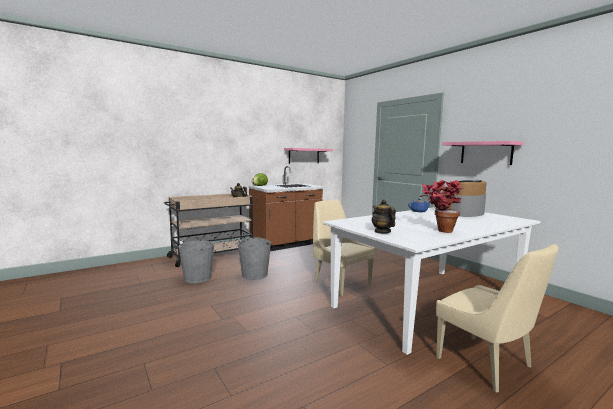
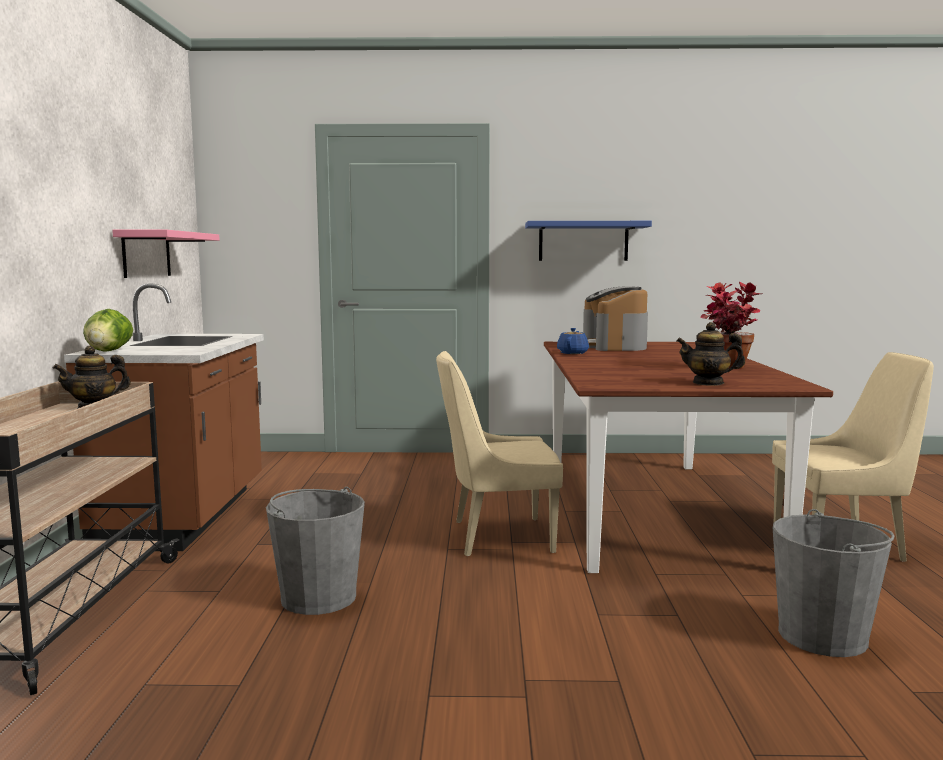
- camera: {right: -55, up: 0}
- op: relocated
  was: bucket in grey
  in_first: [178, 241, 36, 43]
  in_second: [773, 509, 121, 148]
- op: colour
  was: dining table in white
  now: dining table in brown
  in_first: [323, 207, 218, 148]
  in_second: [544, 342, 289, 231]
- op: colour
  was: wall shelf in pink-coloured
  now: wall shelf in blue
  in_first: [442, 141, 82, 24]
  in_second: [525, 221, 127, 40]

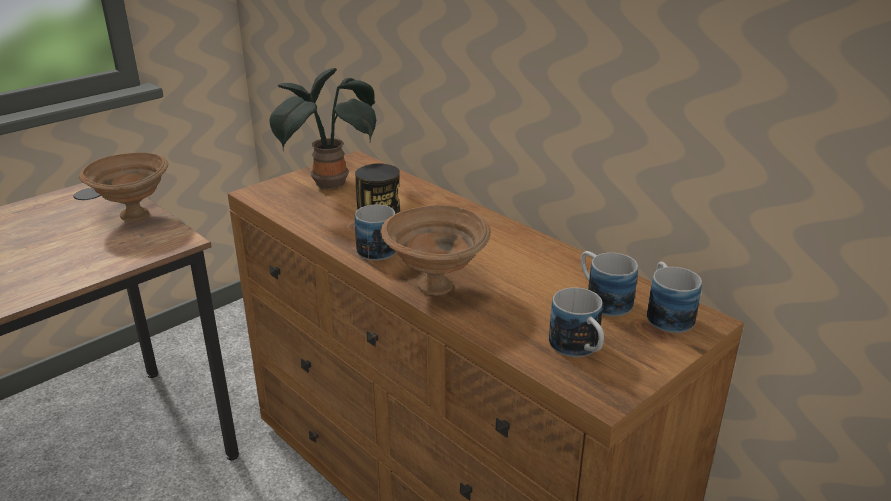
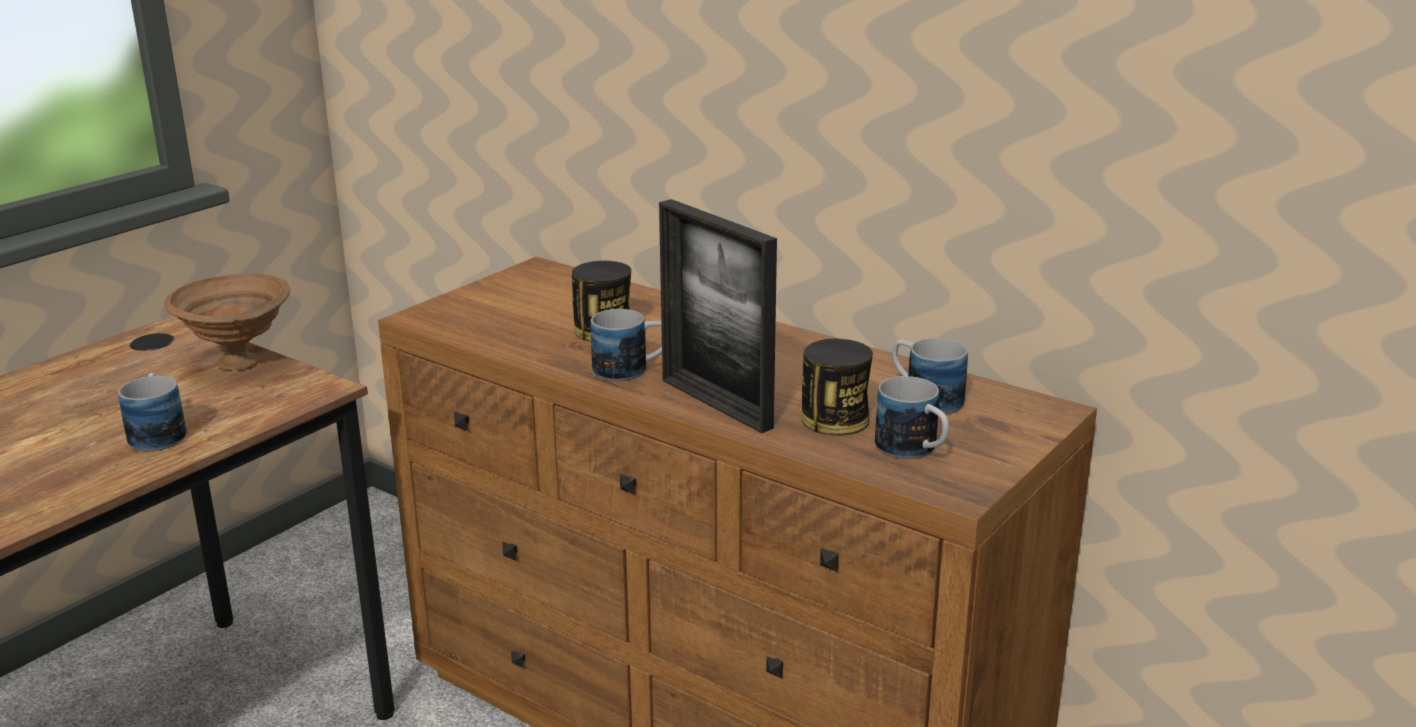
- camera: {right: -10, up: -5}
- op: missing
  was: houseplant
  in_first: [269, 68, 107, 122]
- op: exchanged
  was: deep dish in brown
  now: photo frame
  in_first: [380, 205, 111, 90]
  in_second: [659, 199, 118, 234]
- op: relocated
  was: coffee mug
  in_first: [647, 262, 55, 71]
  in_second: [118, 373, 69, 78]
- op: appeared
  now: sealed can
  in_second: [802, 339, 71, 97]

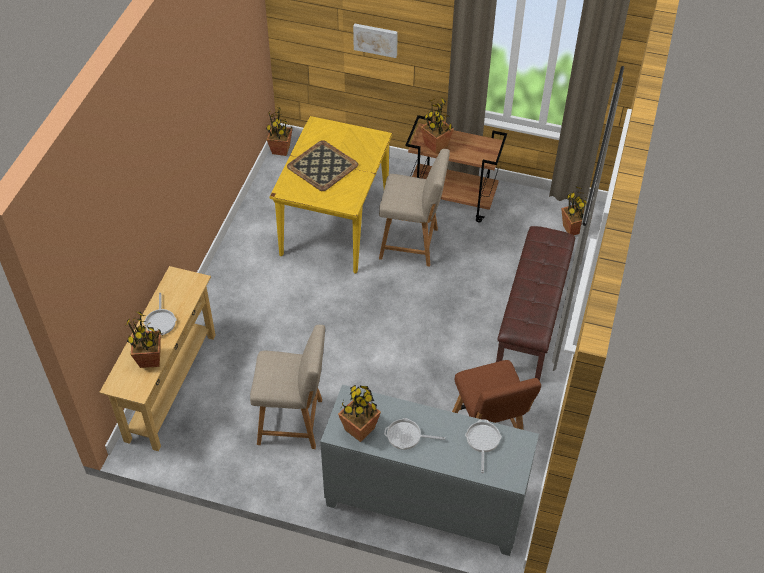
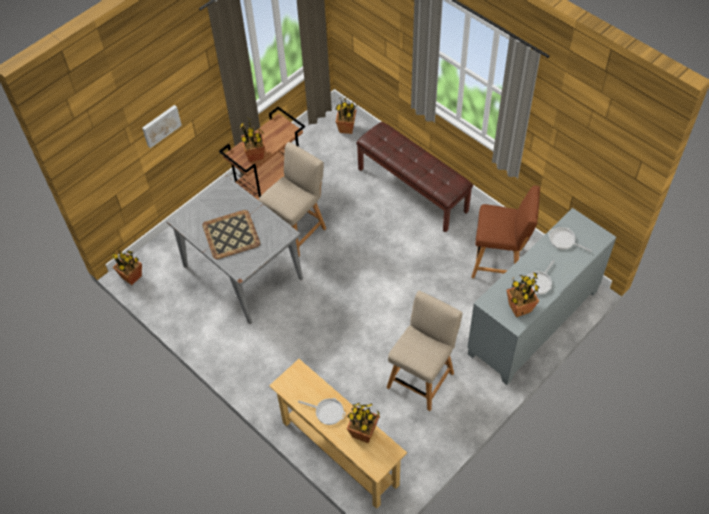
- camera: {right: -60, up: 5}
- op: colour
  was: dining table in yellow-coloured
  now: dining table in grey
  in_first: [269, 116, 123, 157]
  in_second: [166, 175, 137, 149]

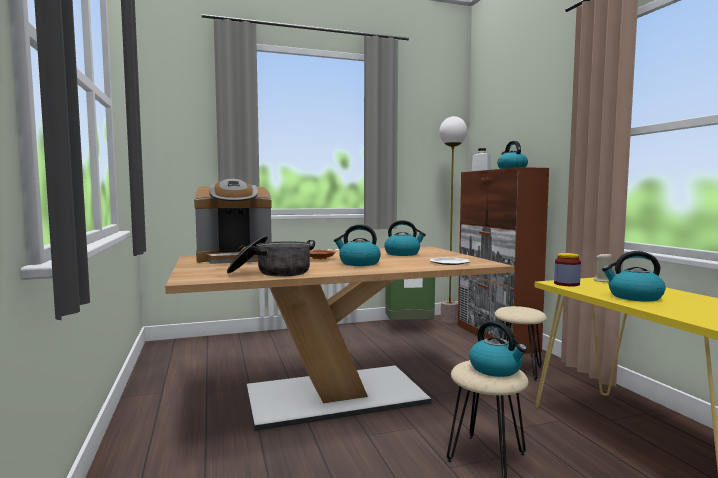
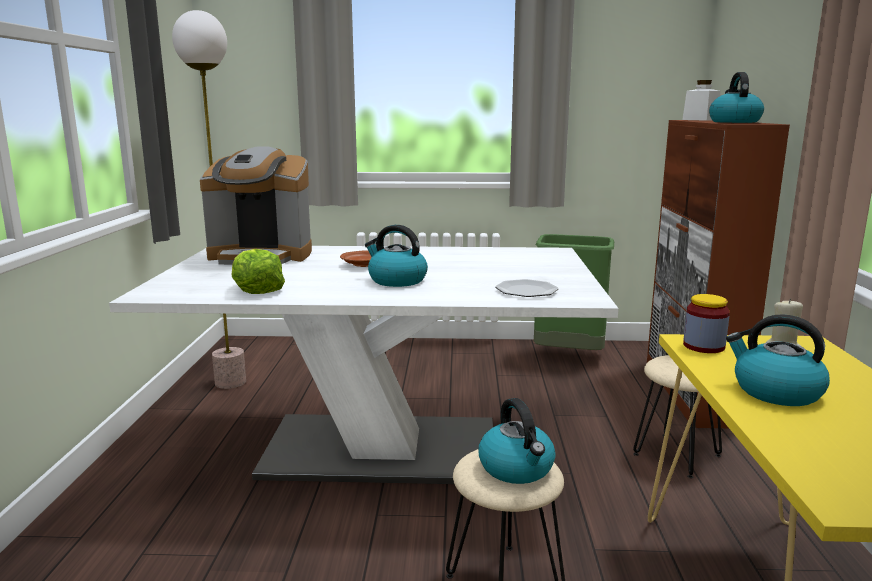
- camera: {right: 20, up: 10}
- op: colour
  was: dining table in brown
  now: dining table in white
  in_first: [165, 246, 350, 185]
  in_second: [109, 246, 510, 238]
- op: exchanged
  was: cooking pot
  now: lettuce
  in_first: [227, 236, 88, 41]
  in_second: [232, 249, 53, 45]
- op: missing
  was: tea kettle
  in_first: [384, 220, 42, 36]
- op: relocated
  was: standard lamp
  in_first: [439, 116, 28, 208]
  in_second: [172, 10, 74, 379]

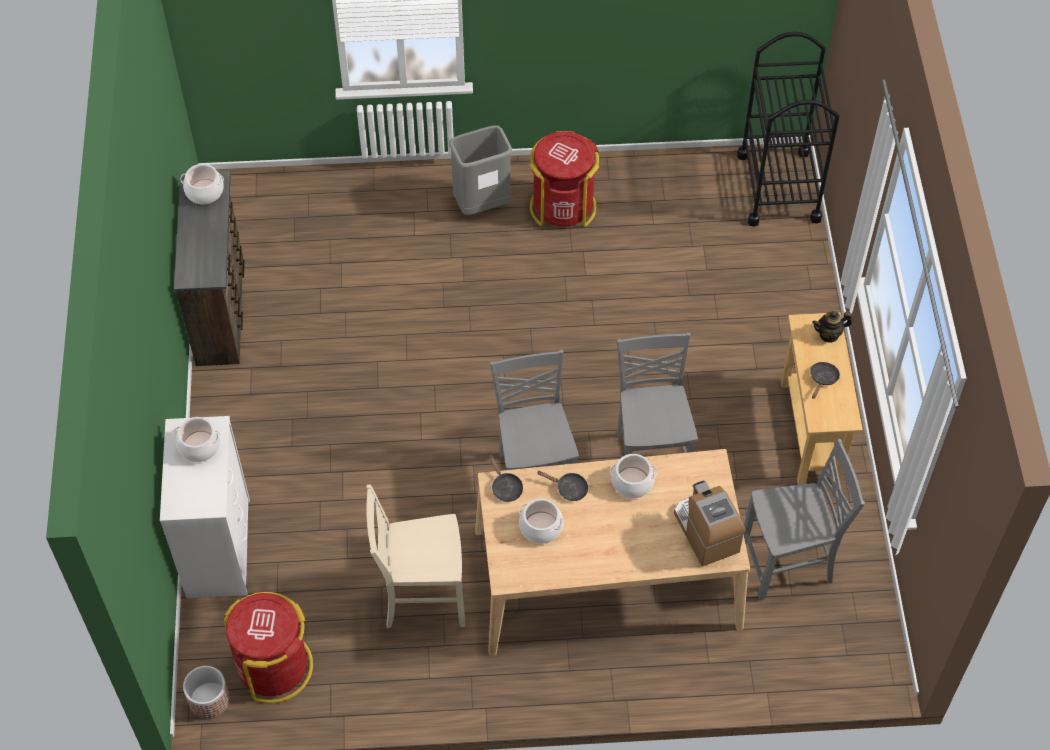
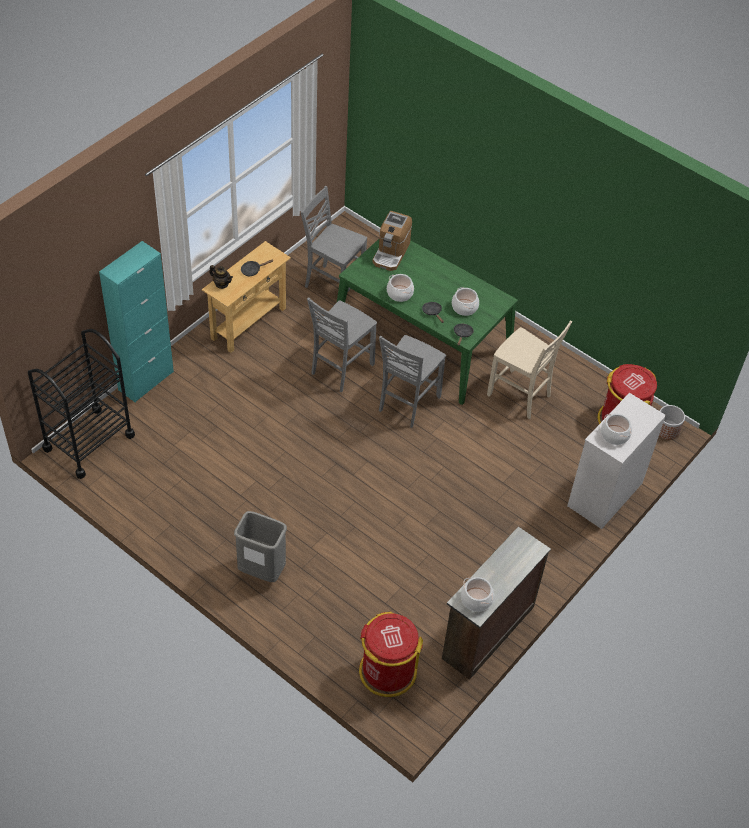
- camera: {right: -140, up: -5}
- op: colour
  was: dining table in sand-coloured
  now: dining table in green-coloured
  in_first: [475, 449, 275, 207]
  in_second: [337, 239, 181, 166]
- op: relocated
  was: trash can in reddish
  in_first: [529, 131, 70, 96]
  in_second: [359, 612, 64, 85]
- op: appeared
  now: cabinet in turquoise
  in_second: [99, 241, 75, 161]

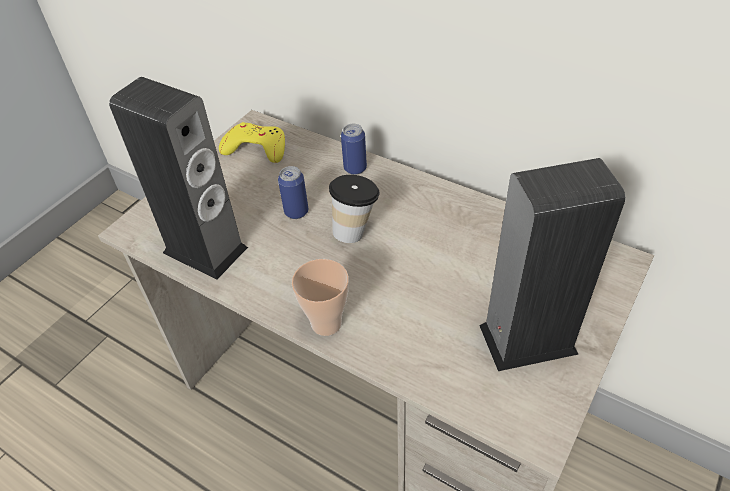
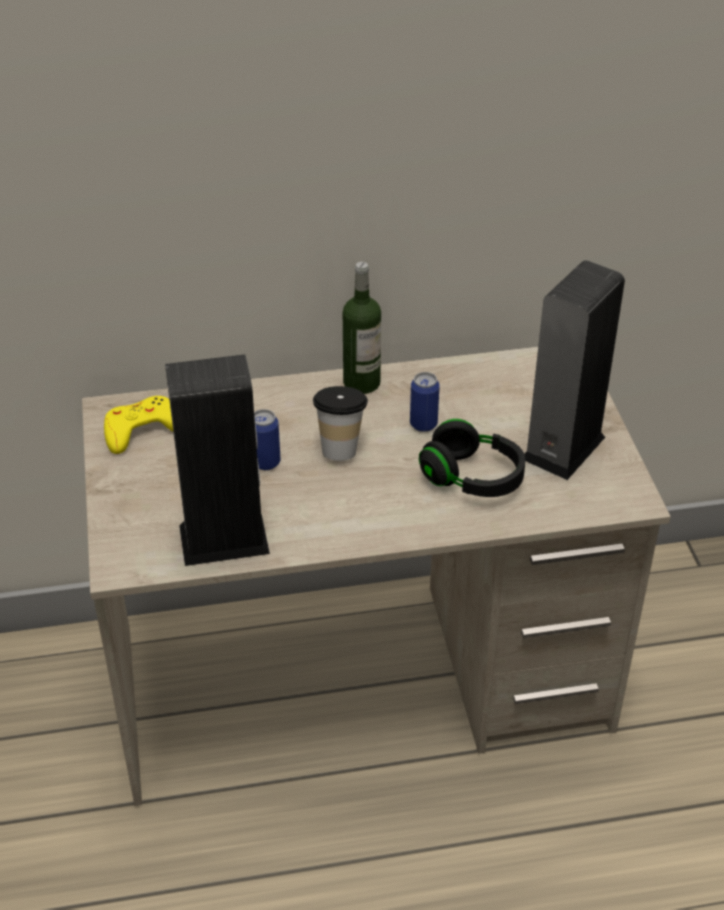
- camera: {right: -45, up: -5}
- op: missing
  was: drinking cup
  in_first: [292, 259, 57, 77]
- op: relocated
  was: sealed can
  in_first: [341, 124, 26, 51]
  in_second: [410, 372, 30, 60]
- op: appeared
  now: drink bottle
  in_second: [343, 262, 38, 132]
- op: appeared
  now: headset in black-coloured
  in_second: [419, 419, 106, 78]

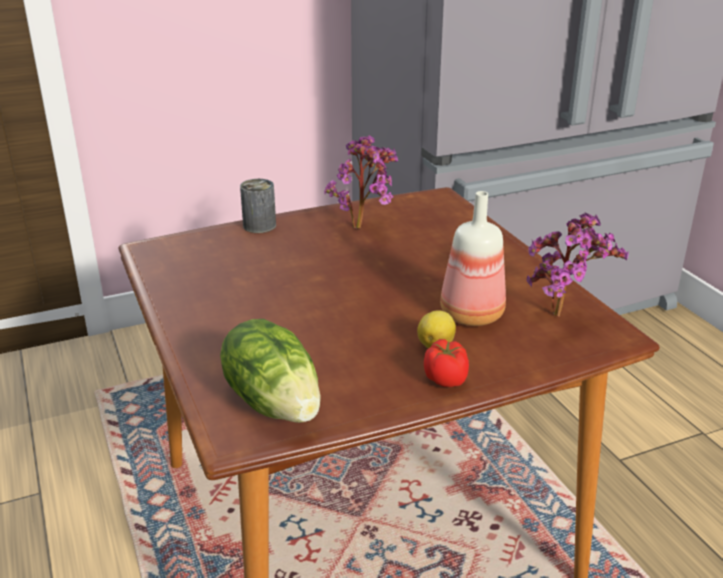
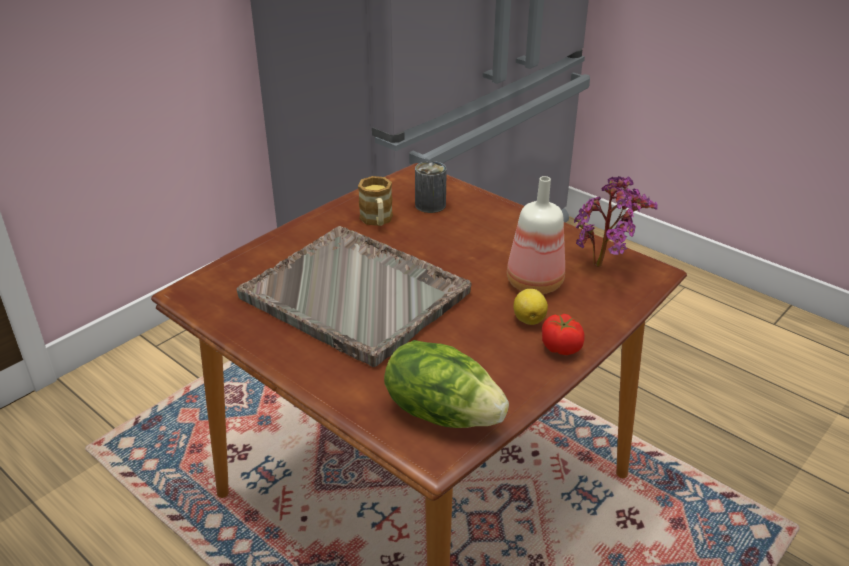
- camera: {right: -25, up: 5}
- op: relocated
  was: sealed can
  in_first: [240, 179, 36, 54]
  in_second: [415, 161, 32, 52]
- op: exchanged
  was: houseplant
  now: coffee mug
  in_first: [324, 135, 74, 94]
  in_second: [358, 176, 35, 50]
- op: appeared
  now: carrying tray in grey
  in_second: [236, 226, 235, 141]

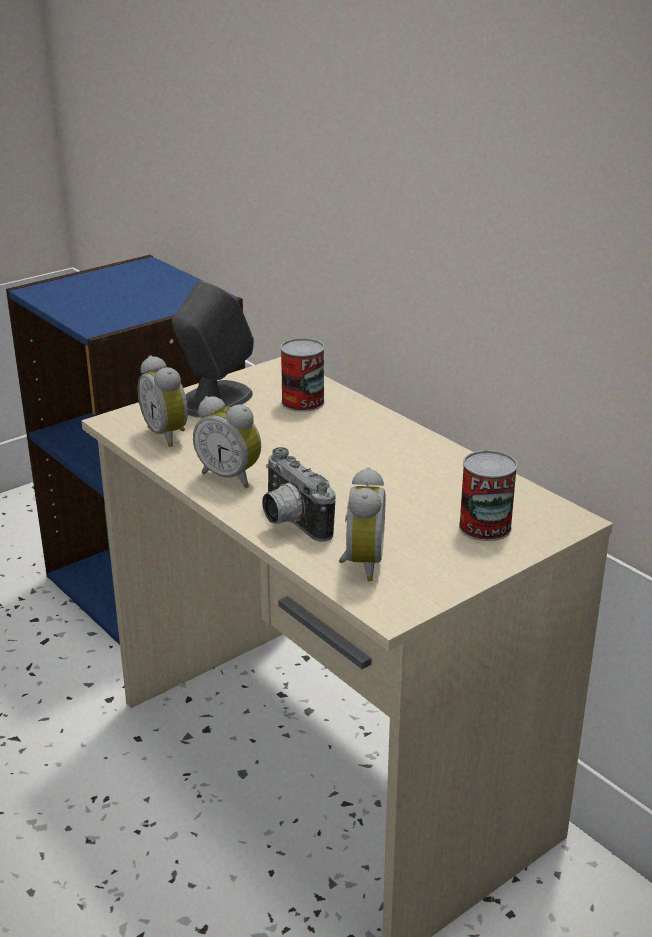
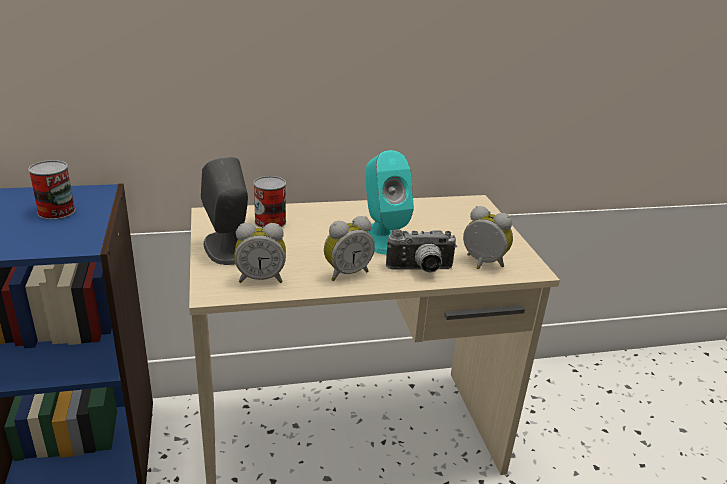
- camera: {right: -65, up: 0}
- op: relocated
  was: sealed can
  in_first: [459, 450, 59, 91]
  in_second: [28, 160, 47, 60]
- op: appeared
  now: loudspeaker in turquoise
  in_second: [365, 150, 49, 105]

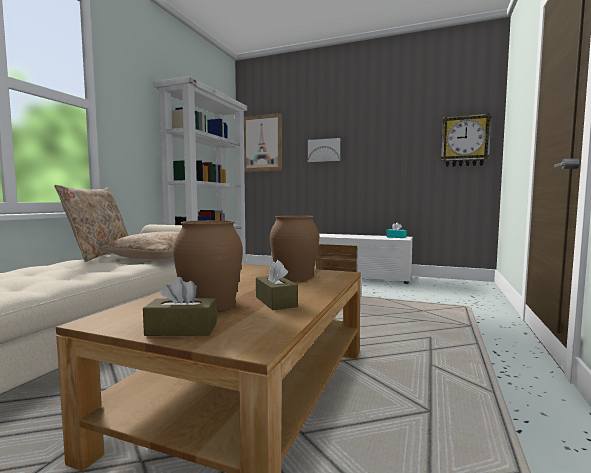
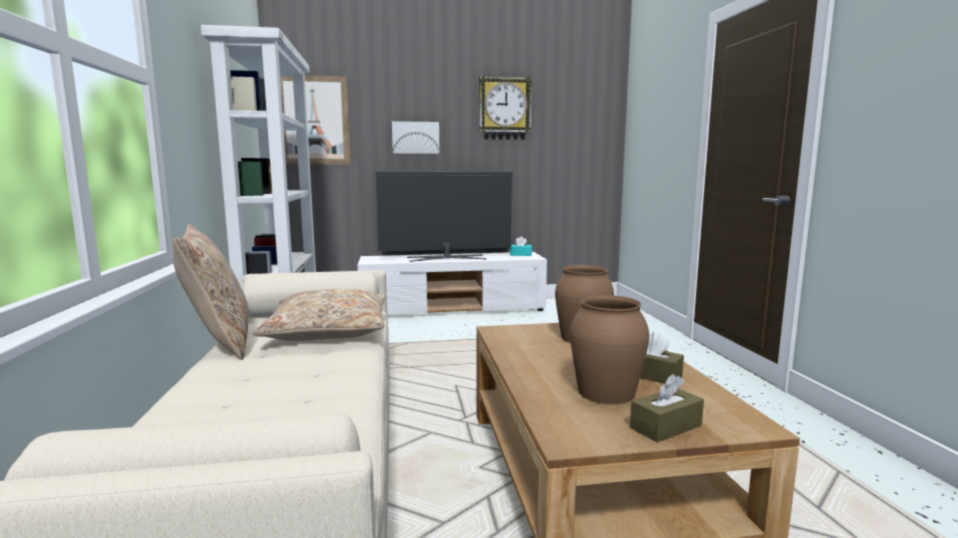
- camera: {right: -30, up: 5}
- op: relocated
  was: clock on the wall
  in_first: [441, 113, 51, 54]
  in_second: [479, 76, 53, 64]
- op: appeared
  now: TV
  in_second: [376, 171, 136, 91]

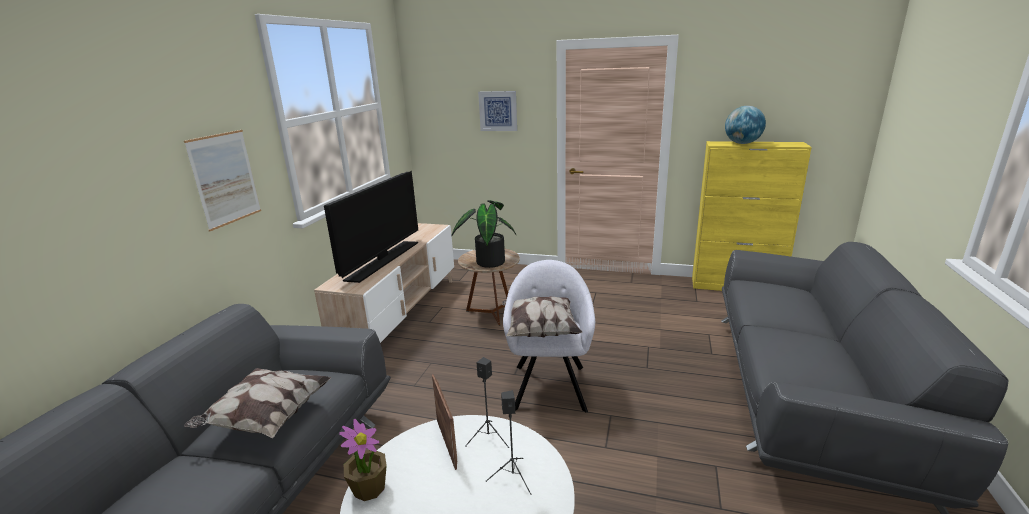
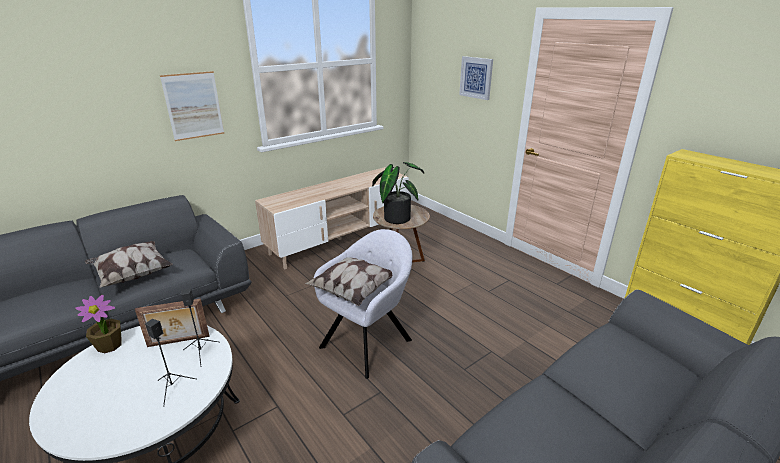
- camera: {right: 35, up: 5}
- op: missing
  was: TV
  in_first: [324, 171, 94, 112]
- op: spun
  was: photo frame
  in_first: [432, 374, 25, 96]
  in_second: [135, 299, 75, 48]
  clockwise: 60
- op: missing
  was: globe
  in_first: [725, 106, 41, 38]

